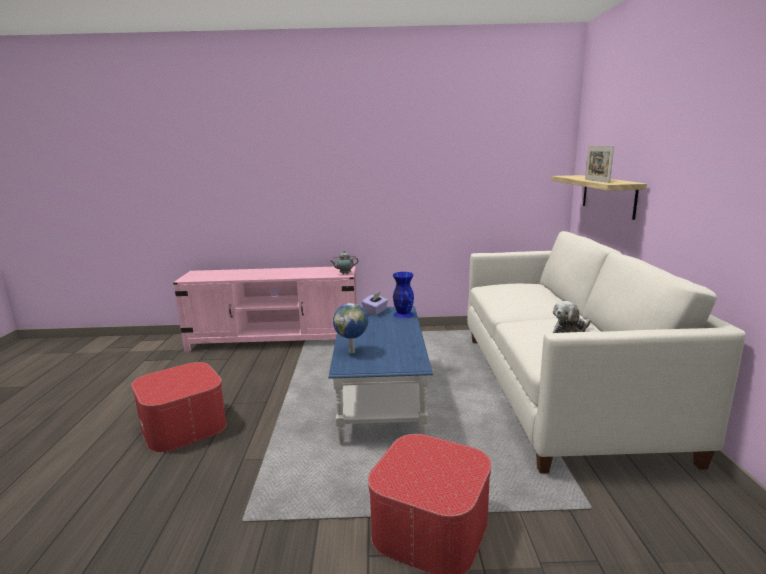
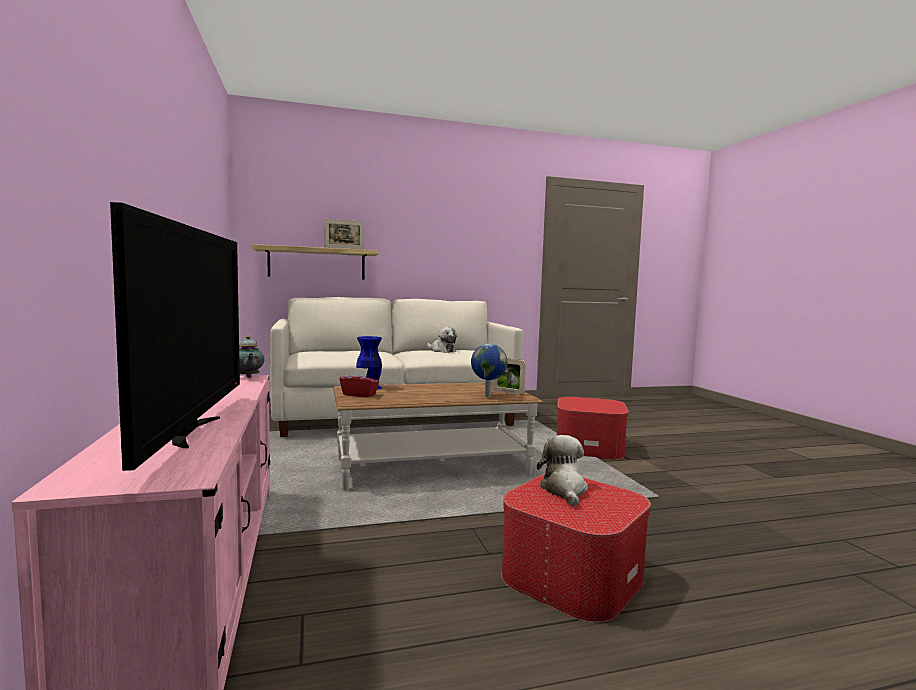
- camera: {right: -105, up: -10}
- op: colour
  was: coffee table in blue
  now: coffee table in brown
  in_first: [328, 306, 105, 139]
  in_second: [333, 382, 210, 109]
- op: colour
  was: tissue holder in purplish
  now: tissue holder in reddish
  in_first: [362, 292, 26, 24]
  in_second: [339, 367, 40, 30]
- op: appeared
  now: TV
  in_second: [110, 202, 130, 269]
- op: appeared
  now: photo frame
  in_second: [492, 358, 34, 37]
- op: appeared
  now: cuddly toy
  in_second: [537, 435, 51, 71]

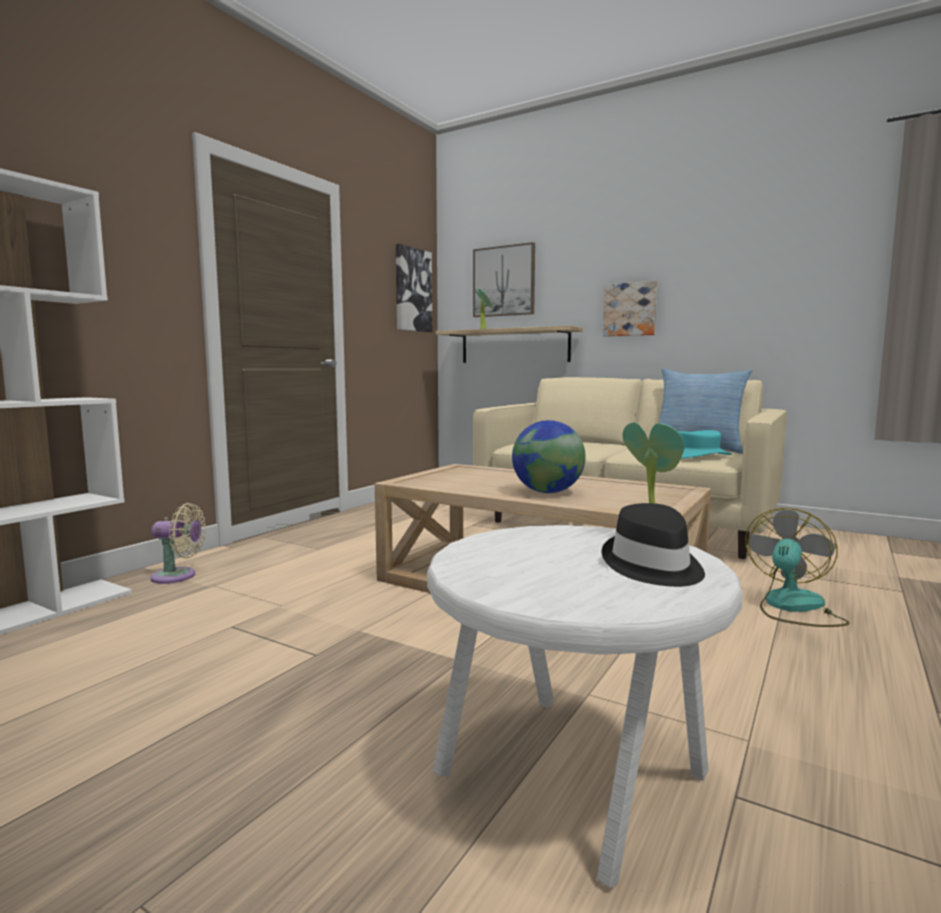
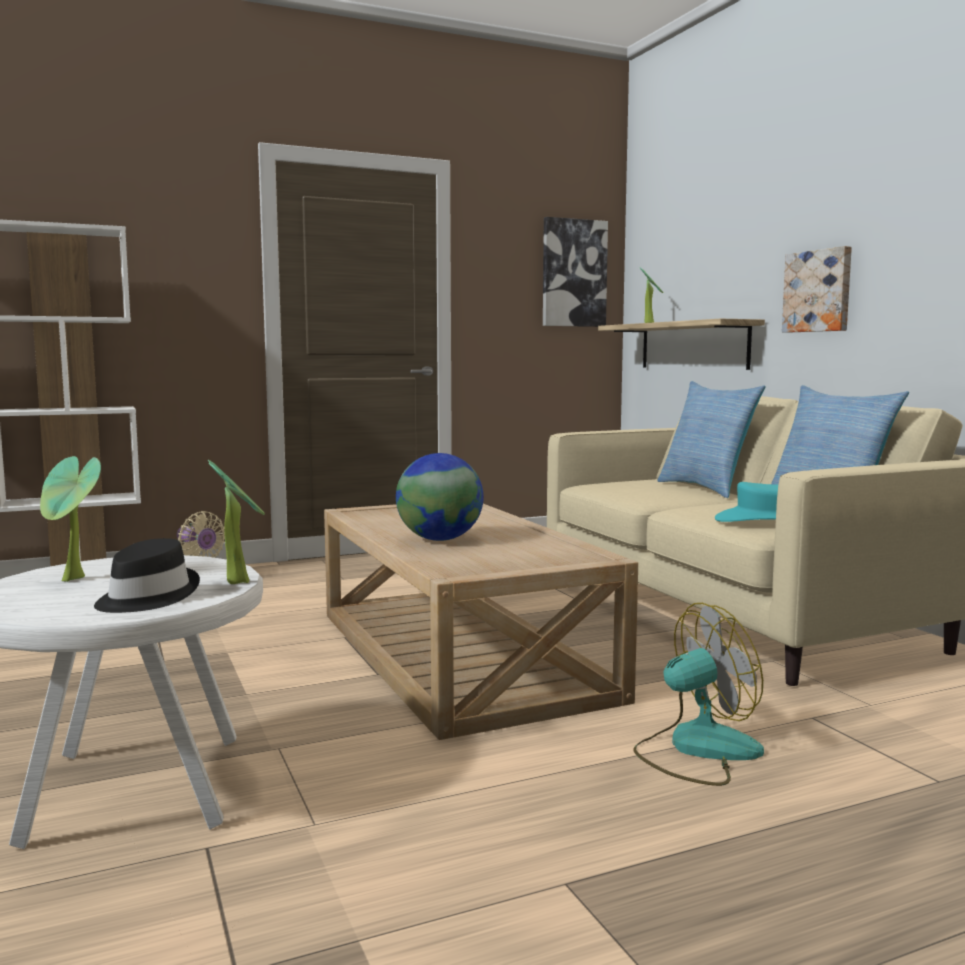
- camera: {right: 35, up: 0}
- op: missing
  was: wall art
  in_first: [473, 242, 62, 75]
- op: appeared
  now: houseplant
  in_second: [40, 456, 61, 126]
- op: appeared
  now: cushion
  in_second: [658, 381, 108, 117]

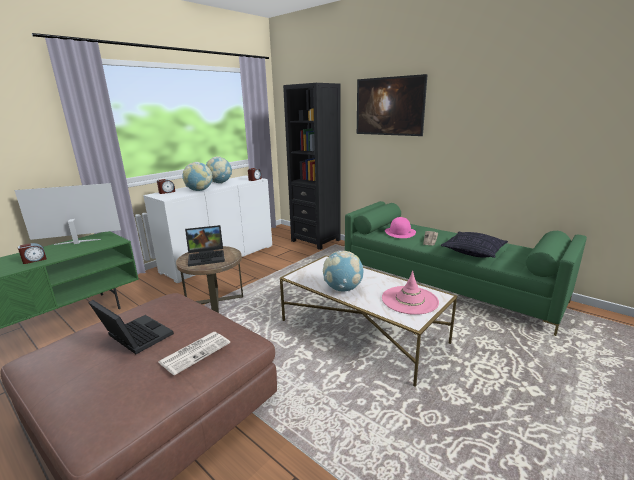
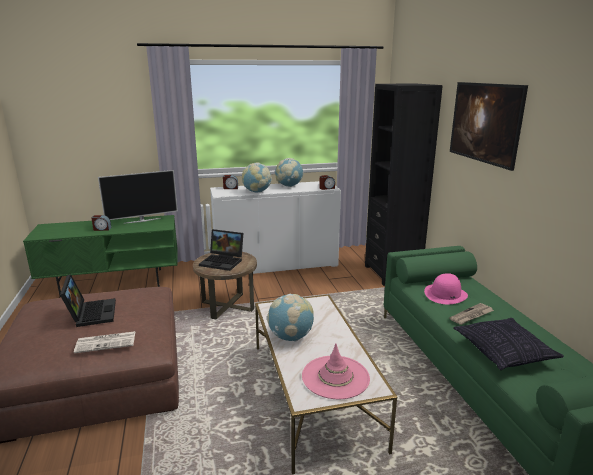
- camera: {right: 35, up: 0}
- op: spun
  was: TV
  in_first: [14, 183, 107, 62]
  in_second: [98, 170, 80, 54]
  clockwise: 135

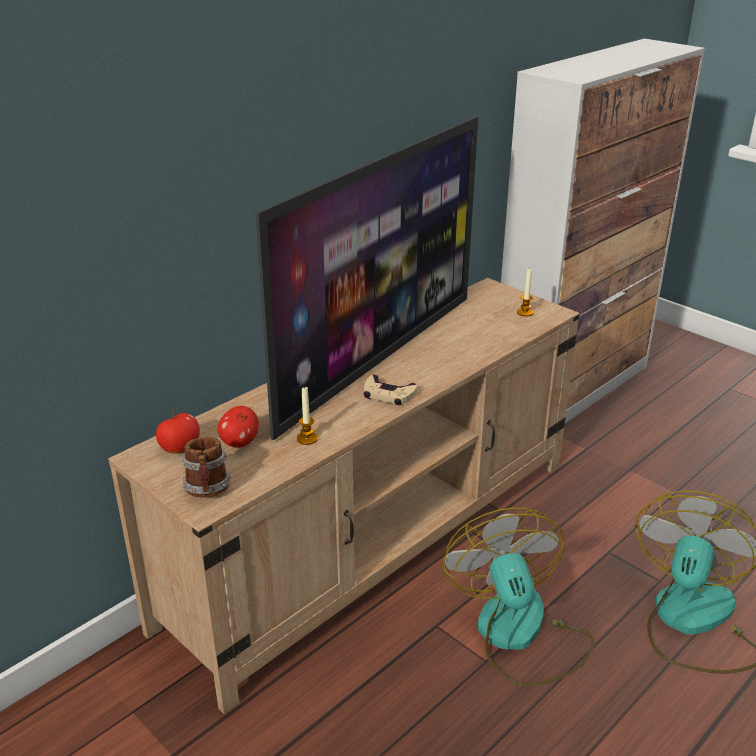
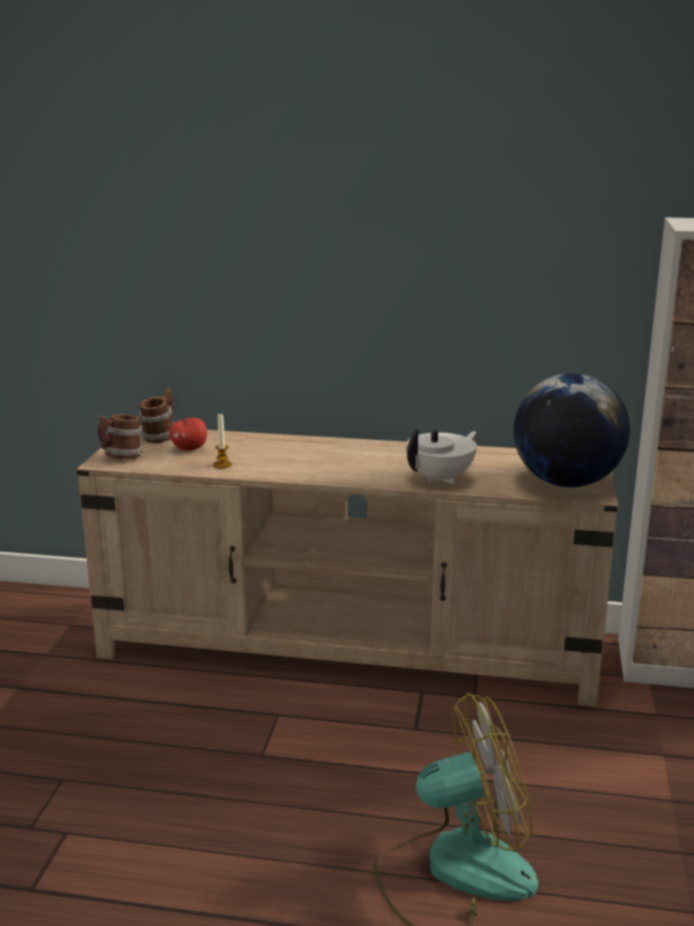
- camera: {right: 55, up: -10}
- op: exchanged
  was: apple fruit
  now: coffee mug
  in_first: [156, 409, 44, 45]
  in_second: [138, 388, 36, 55]
- op: missing
  was: TV
  in_first: [255, 116, 223, 324]
- op: missing
  was: joypad in sand-coloured
  in_first: [364, 375, 53, 30]
- op: missing
  was: electric fan
  in_first: [442, 507, 153, 180]
- op: exchanged
  was: candle
  now: globe
  in_first: [517, 268, 17, 49]
  in_second: [513, 373, 117, 114]
- op: appeared
  now: pot for tea in white
  in_second: [406, 429, 71, 55]

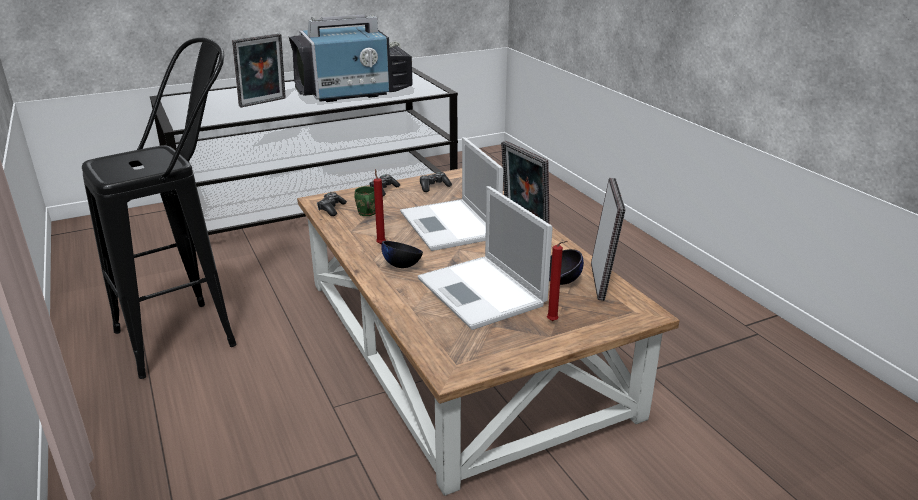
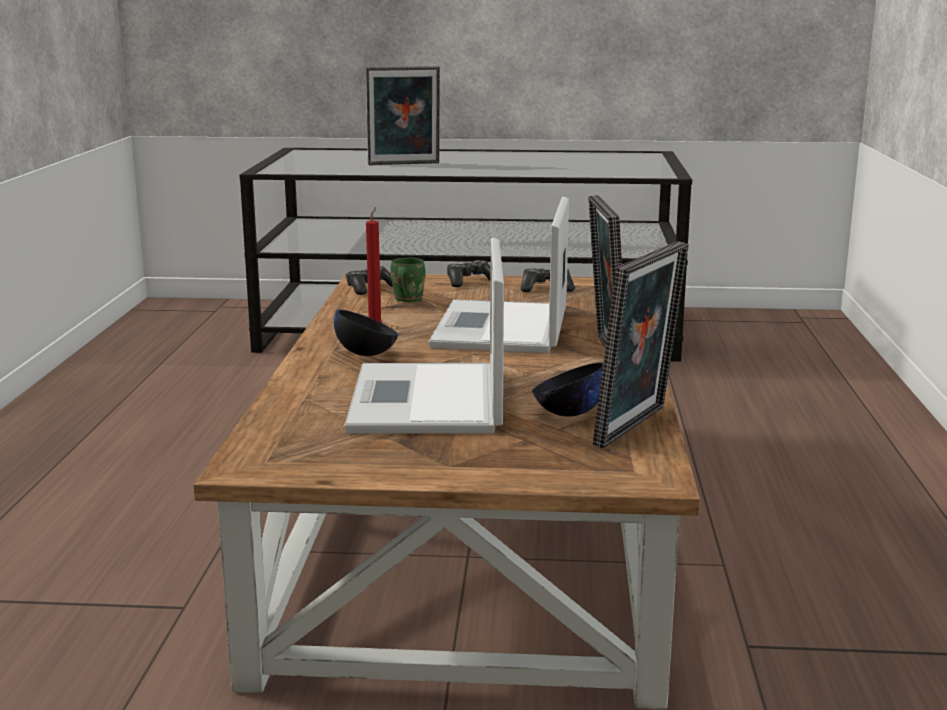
- camera: {right: 30, up: -10}
- op: missing
  was: stool in black-coloured
  in_first: [82, 38, 155, 341]
- op: missing
  was: TV
  in_first: [289, 14, 124, 88]
- op: missing
  was: candle in reddish
  in_first: [547, 241, 21, 80]

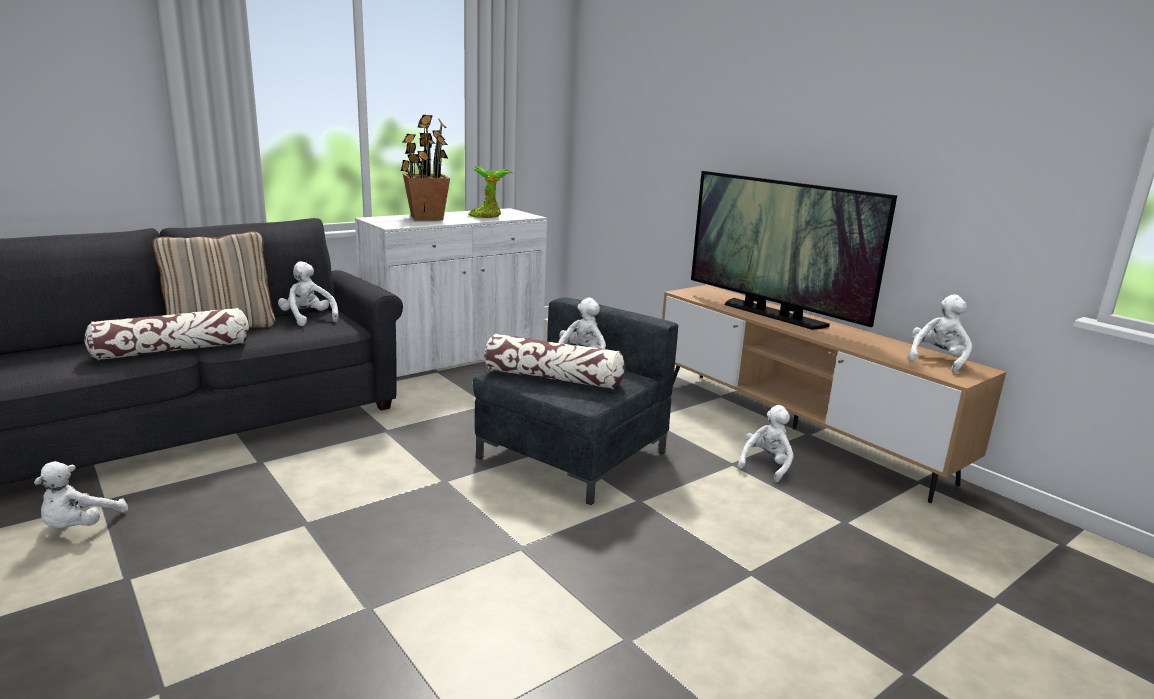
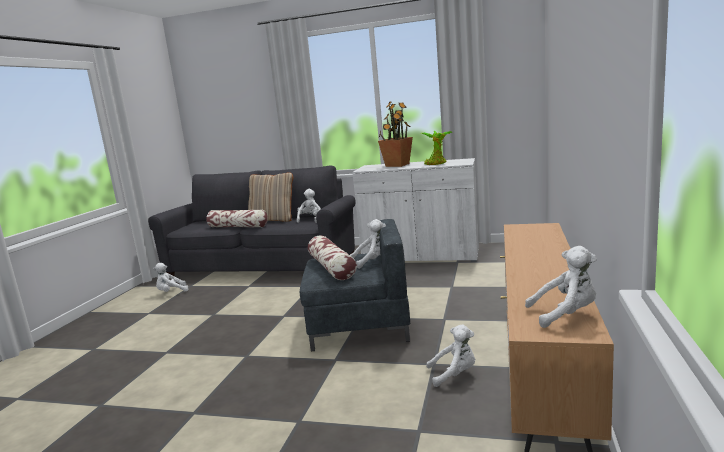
- camera: {right: 55, up: -5}
- op: missing
  was: TV
  in_first: [691, 171, 206, 159]

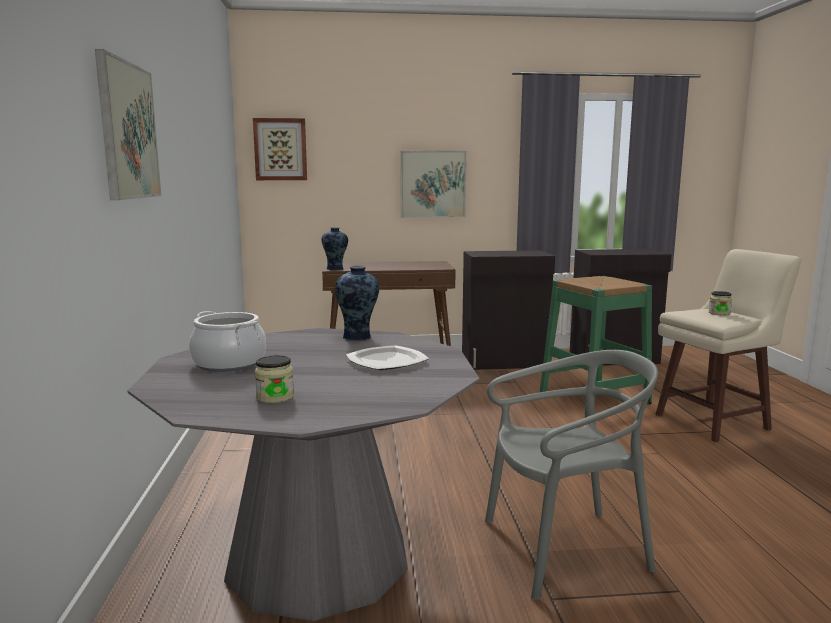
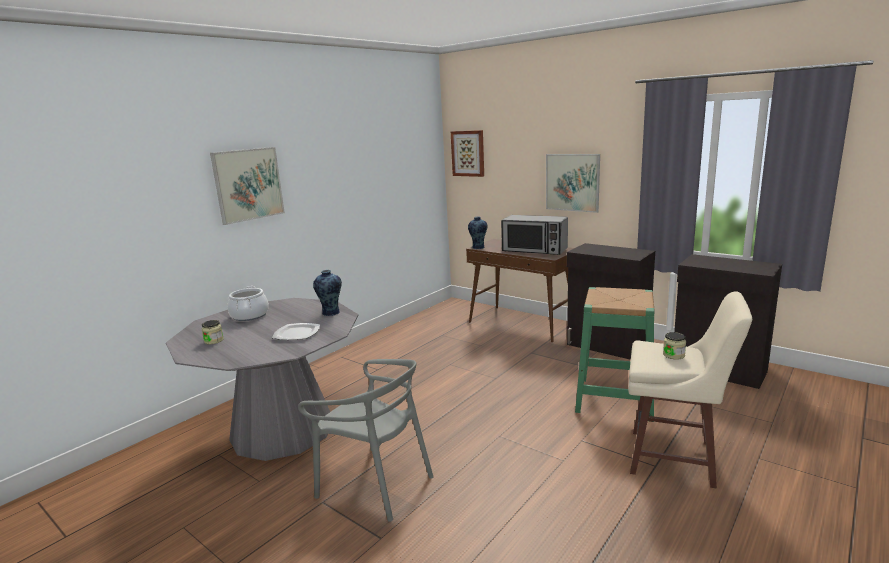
- camera: {right: 45, up: 5}
- op: appeared
  now: microwave oven
  in_second: [501, 215, 67, 40]

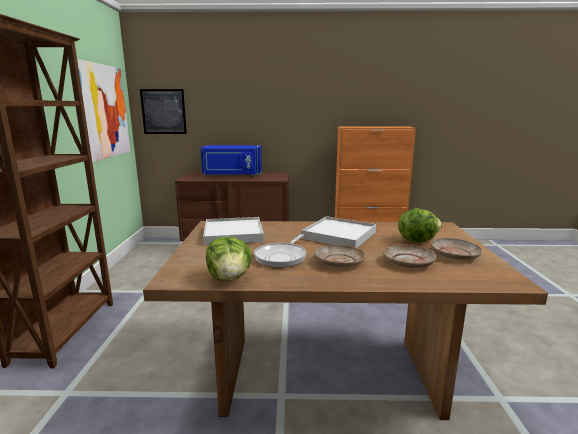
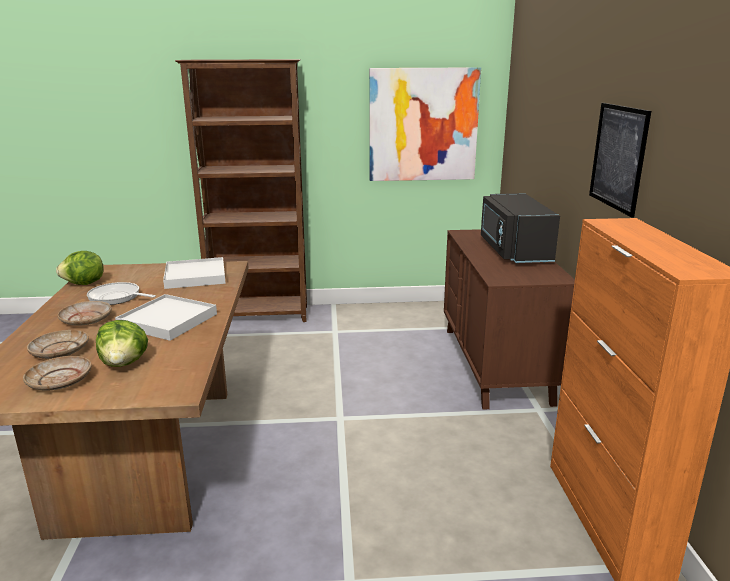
- camera: {right: 85, up: 5}
- op: relocated
  was: wall art
  in_first: [140, 89, 47, 45]
  in_second: [589, 103, 62, 114]
- op: colour
  was: microwave oven in blue
  now: microwave oven in black-coloured
  in_first: [201, 145, 61, 31]
  in_second: [481, 193, 79, 70]

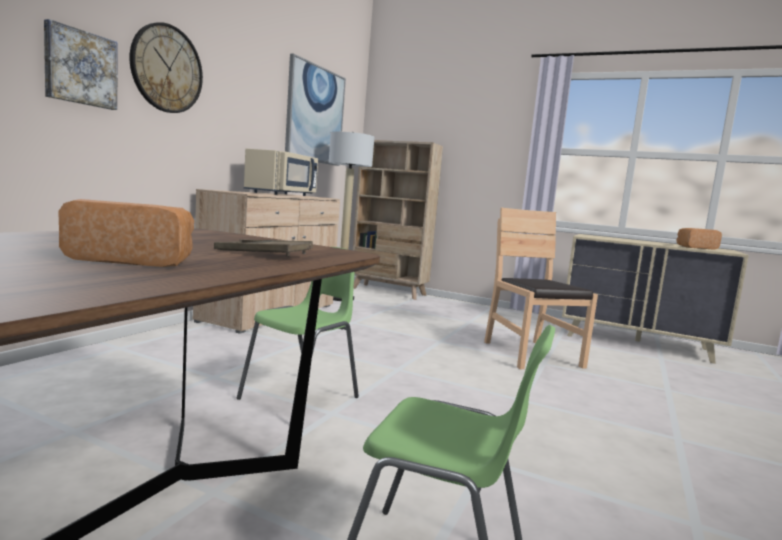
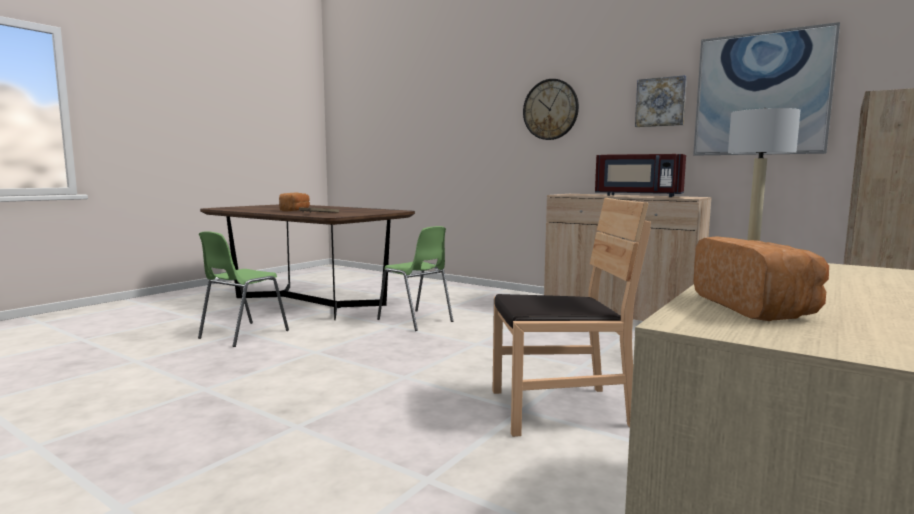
- camera: {right: 100, up: 0}
- op: relocated
  was: wall art
  in_first: [44, 19, 74, 91]
  in_second: [635, 75, 52, 52]
- op: colour
  was: microwave oven in sand-coloured
  now: microwave oven in reddish
  in_first: [244, 149, 74, 47]
  in_second: [595, 154, 91, 43]

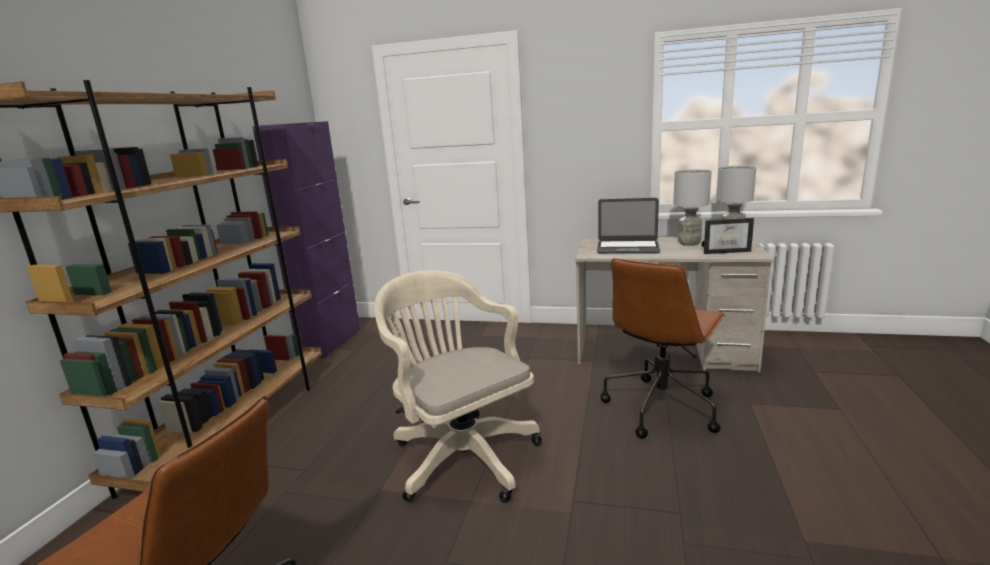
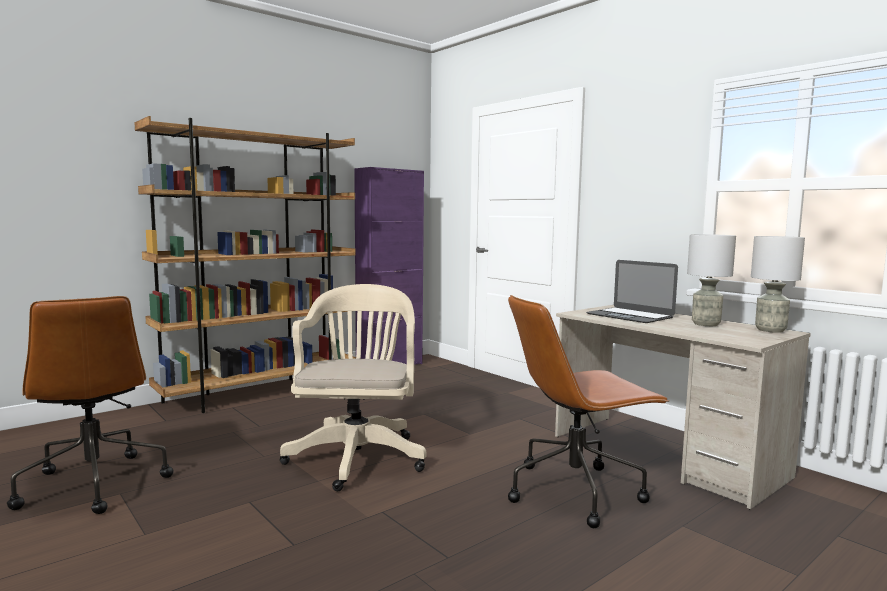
- camera: {right: 35, up: -10}
- op: missing
  was: photo frame
  in_first: [702, 218, 52, 36]

